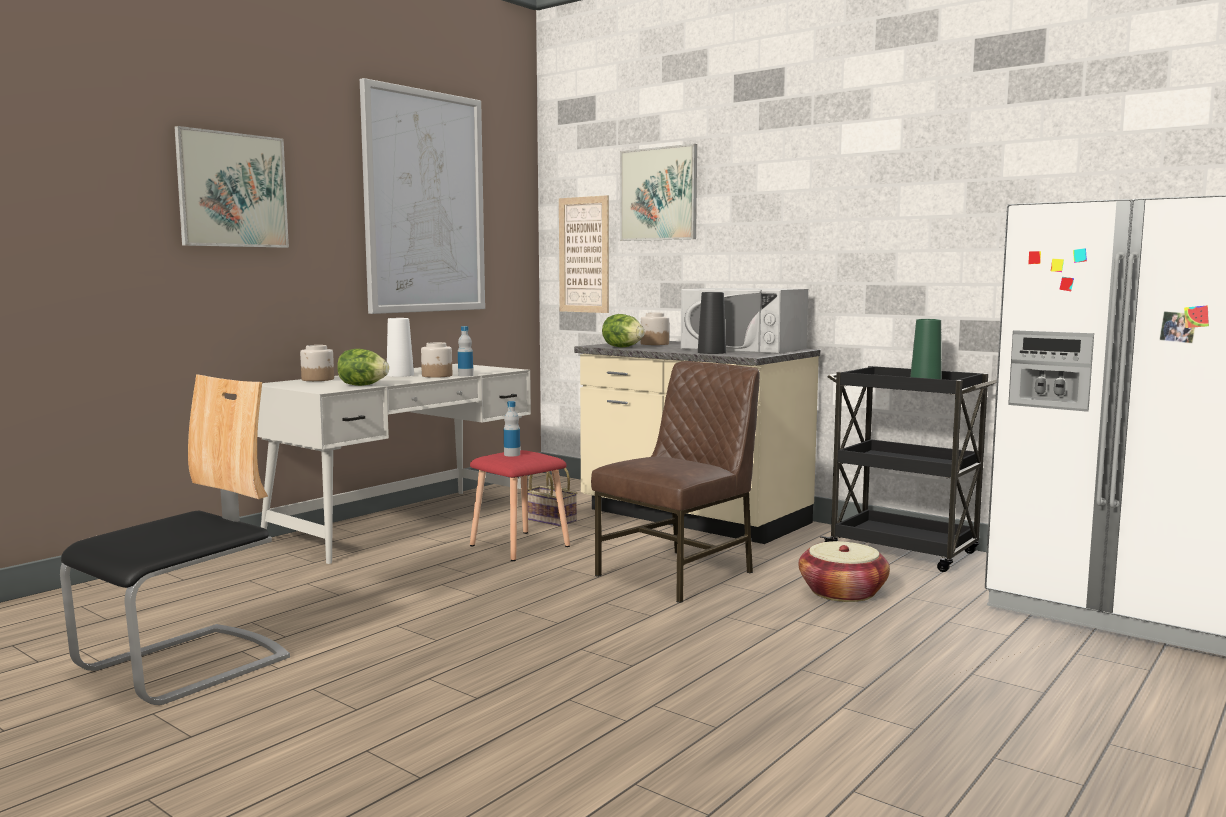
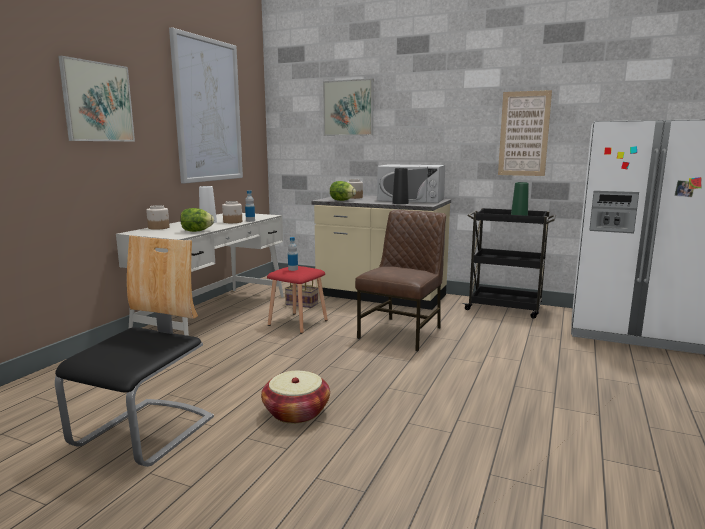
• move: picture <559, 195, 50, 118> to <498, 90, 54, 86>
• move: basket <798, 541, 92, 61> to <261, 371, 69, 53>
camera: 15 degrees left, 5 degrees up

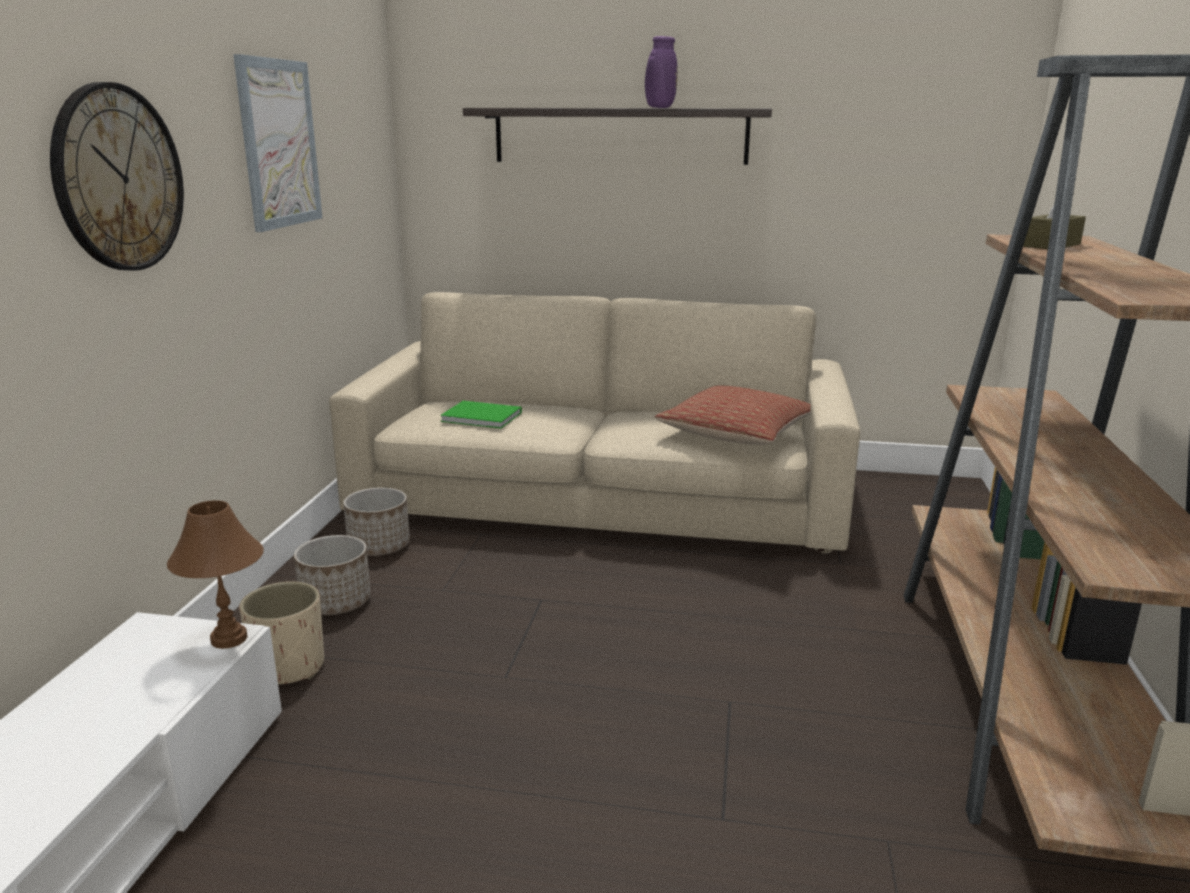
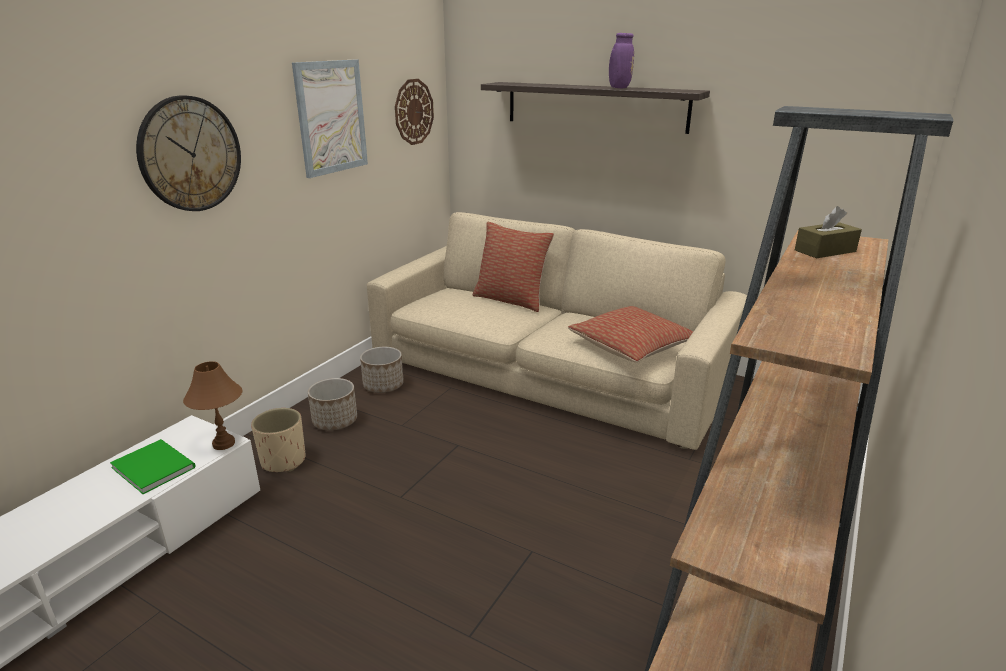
• move: book/green <440, 401, 82, 27> to <110, 439, 86, 55>
• insert: wall clock <395, 79, 39, 66>
• insert: pillow <473, 221, 81, 91>
camera: 20 degrees right, 5 degrees up

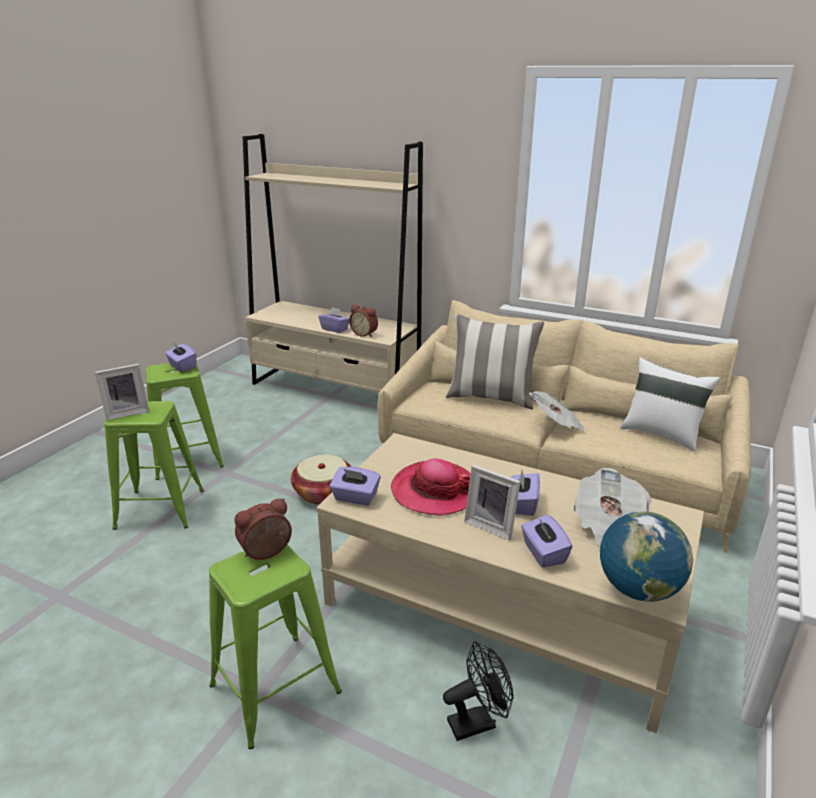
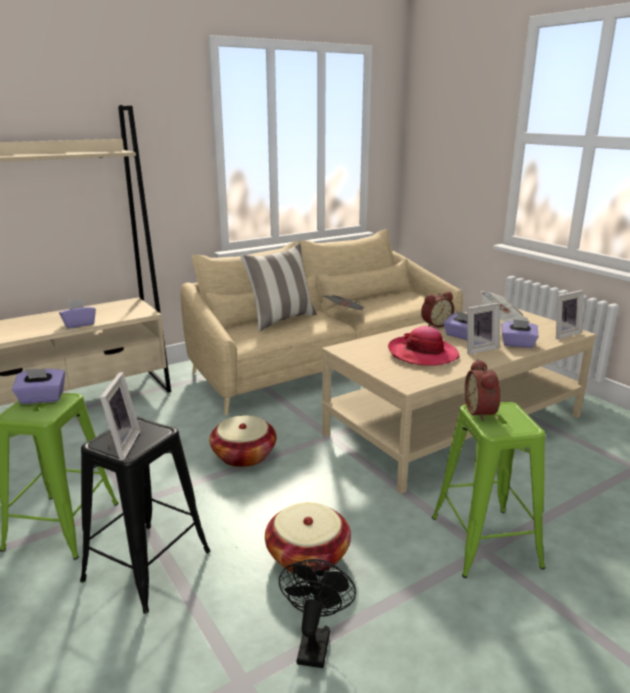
• recolor: stool/green <104, 401, 100, 129> to stool/black <80, 417, 130, 197>
• delete: tissue box/purple <330, 467, 51, 38>
• move: alarm clock <349, 305, 29, 32> to <421, 292, 33, 35>
• move: fan/black <443, 642, 71, 99> to <279, 559, 77, 109>
• replace: globe <600, 511, 93, 91> to picture frame <556, 290, 28, 49>
• delete: pillow/white <620, 358, 100, 94>
• insert: basket <265, 502, 86, 73>
camera: 60 degrees left, 5 degrees down

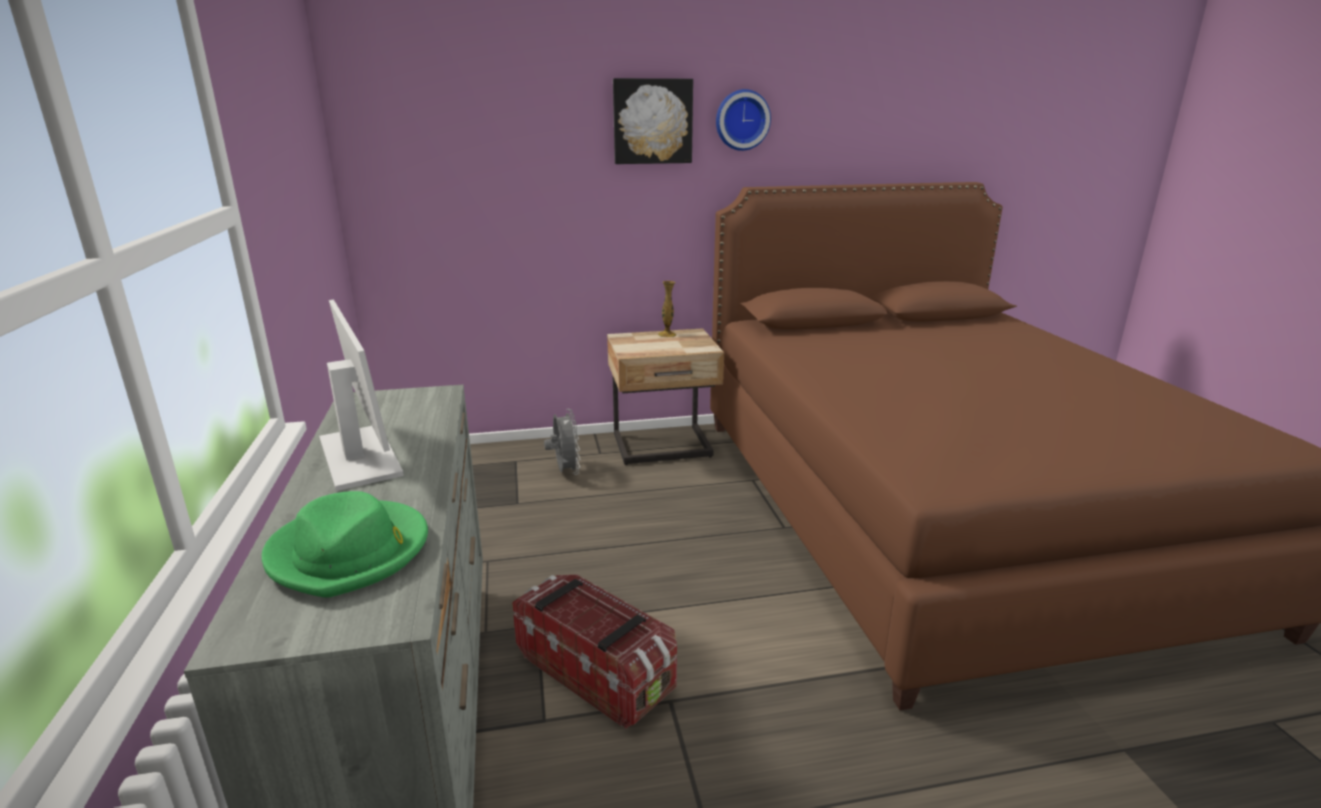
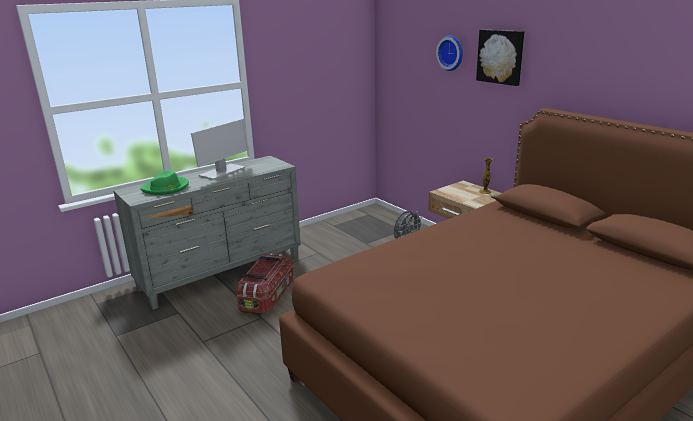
• move: wall clock <716, 89, 55, 62> to <436, 35, 27, 36>
camera: 65 degrees right, 0 degrees up

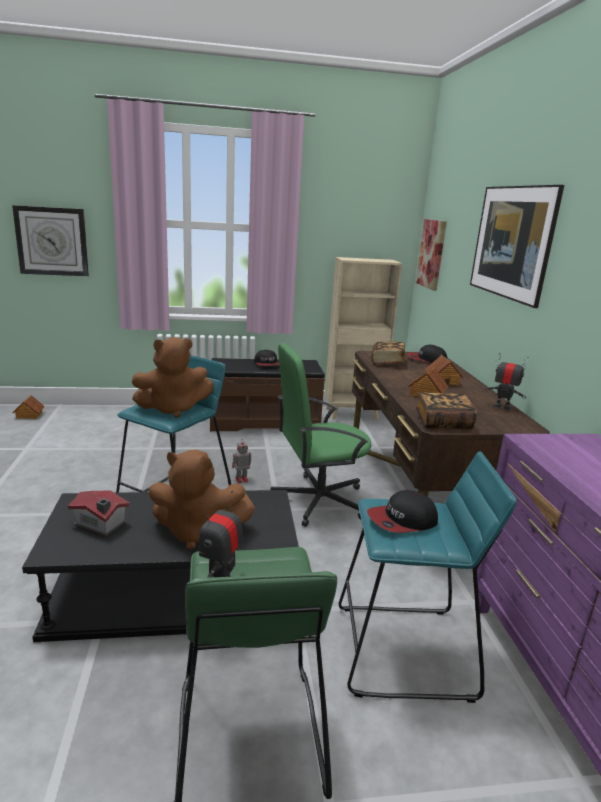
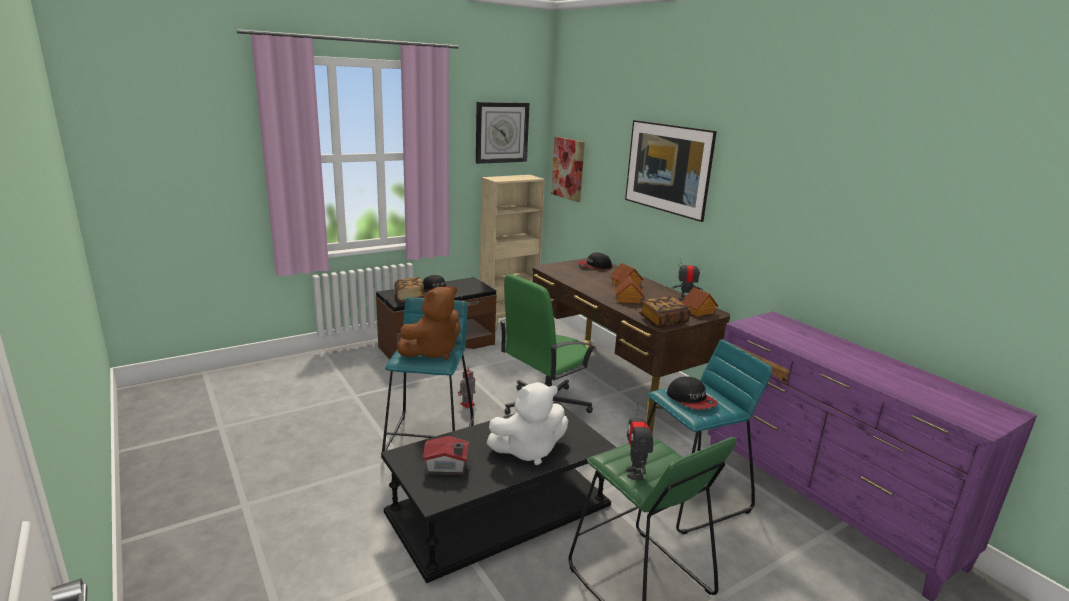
• move: wall clock <12, 205, 77, 71> to <476, 102, 53, 62>
• move: toy house <13, 395, 32, 24> to <681, 287, 37, 30>
• recolor: plush toy/brown <148, 450, 107, 100> to plush toy/white <487, 382, 81, 84>
• rotate: cap <367, 490, 71, 43> = <667, 376, 51, 33> 75 degrees counterclockwise
• move: book <371, 341, 34, 24> to <394, 277, 31, 25>
camera: 25 degrees left, 0 degrees up

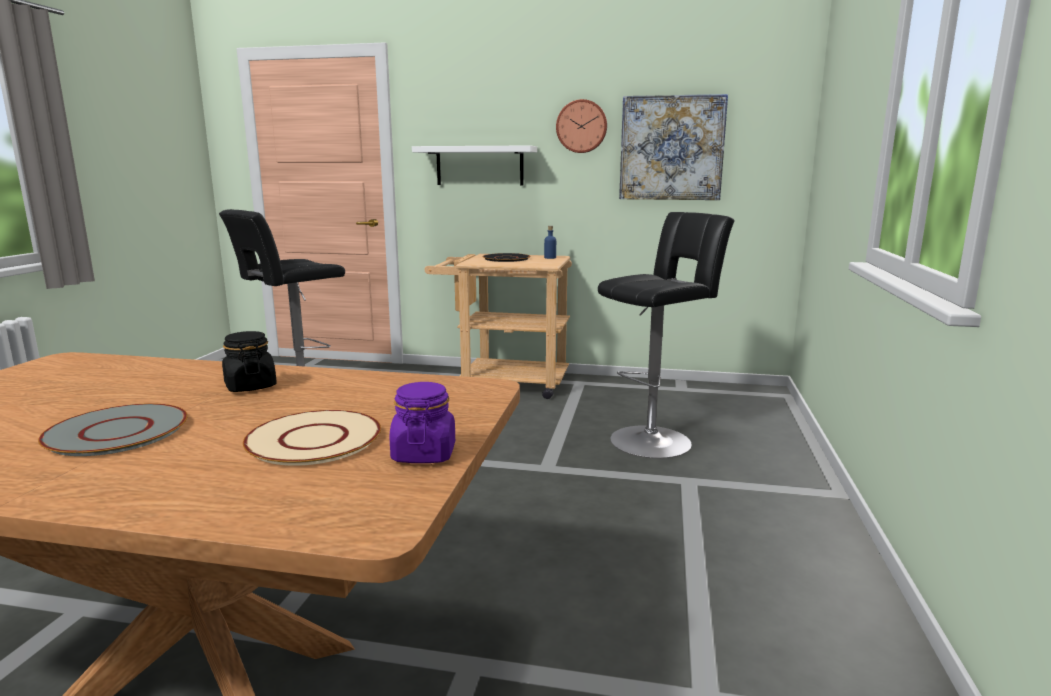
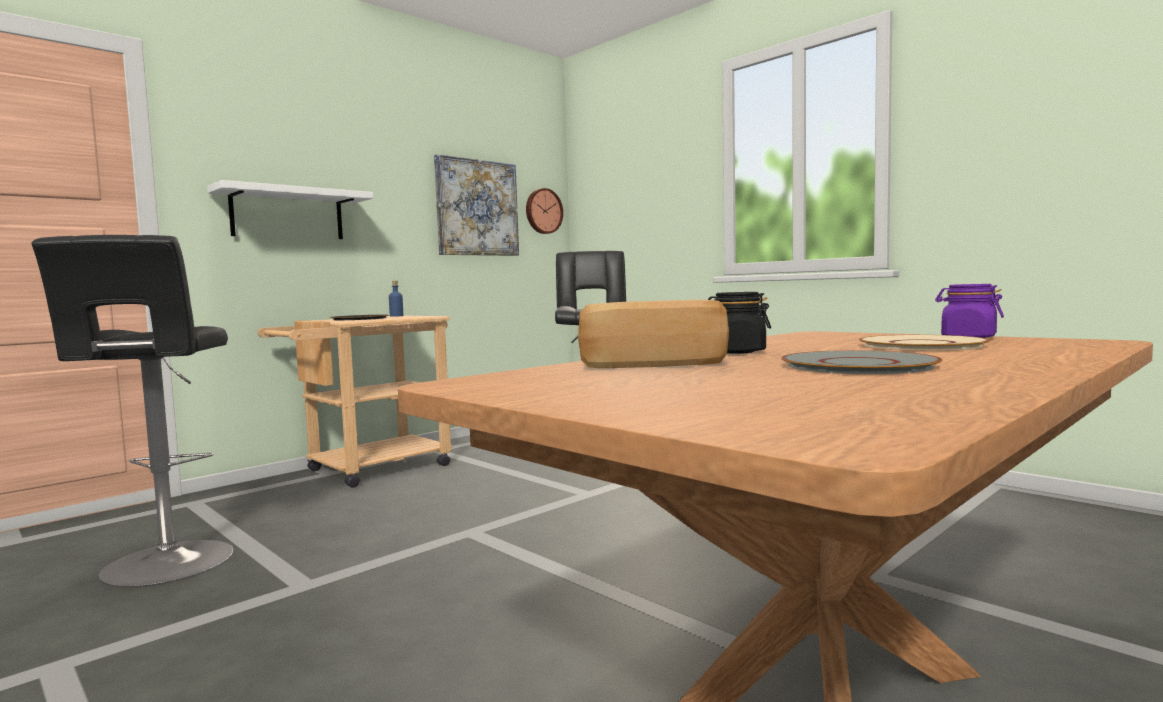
• move: wall clock <556, 99, 51, 54> to <526, 188, 37, 46>
• insert: bread <578, 300, 151, 68>
camera: 55 degrees left, 10 degrees down

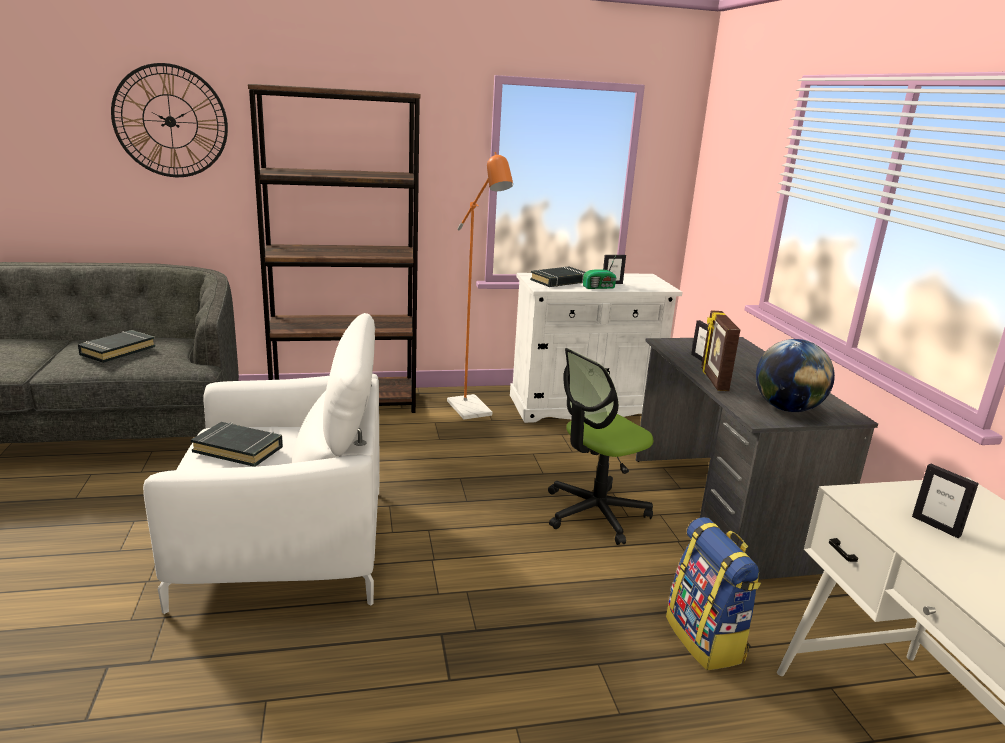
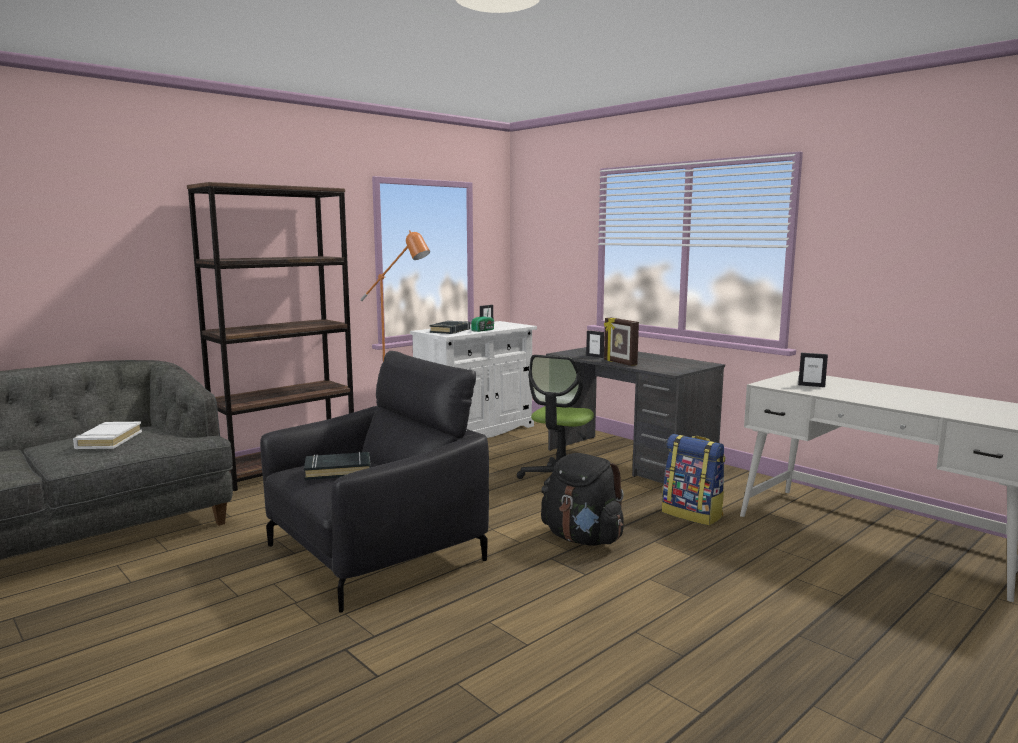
• recolor: book/black <78, 330, 78, 33> to book/white <73, 422, 69, 27>
• delete: wall clock <111, 63, 117, 114>
• recolor: armchair/white <143, 313, 237, 301> to armchair/black <260, 351, 229, 262>
• delete: globe <756, 339, 79, 73>
• insert: backpack/black <541, 453, 83, 92>
camera: 30 degrees left, 10 degrees down

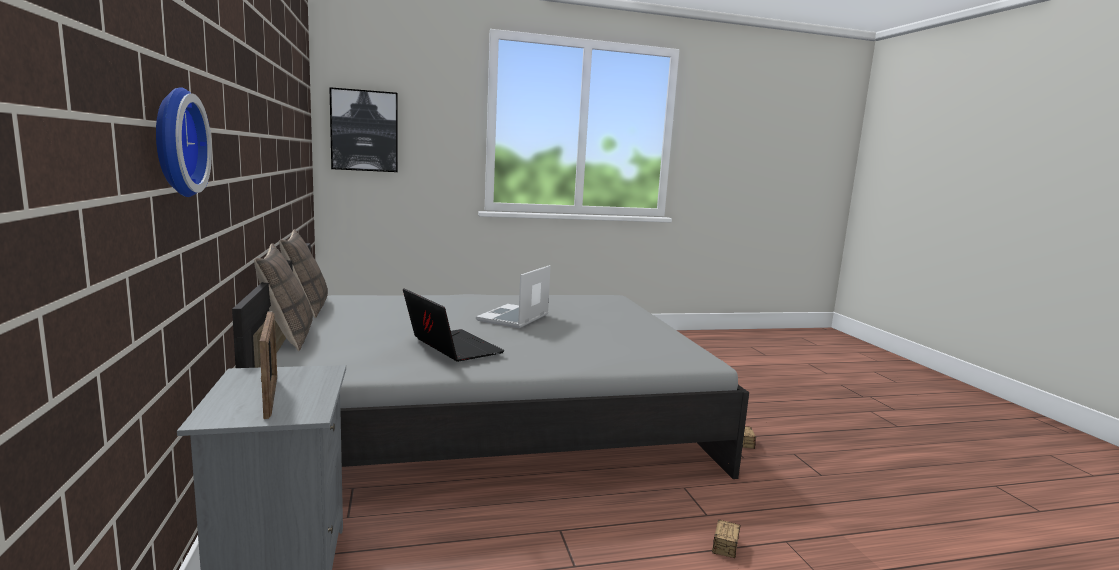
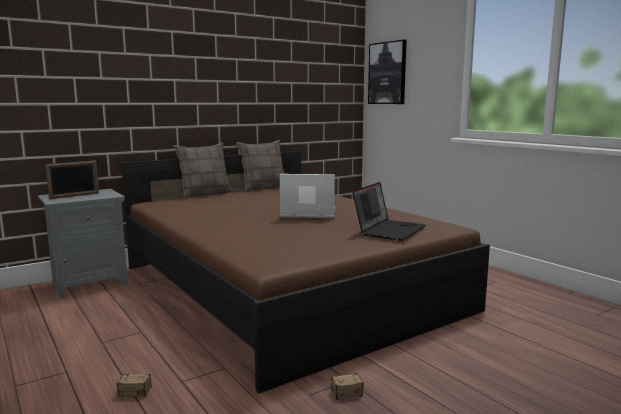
• delete: wall clock <156, 87, 56, 110>
• recolor: bed/grey <232, 243, 517, 236> to bed/brown <121, 151, 369, 242>
• move: laptop <403, 288, 102, 74> to <352, 182, 74, 59>
camera: 70 degrees right, 0 degrees up

